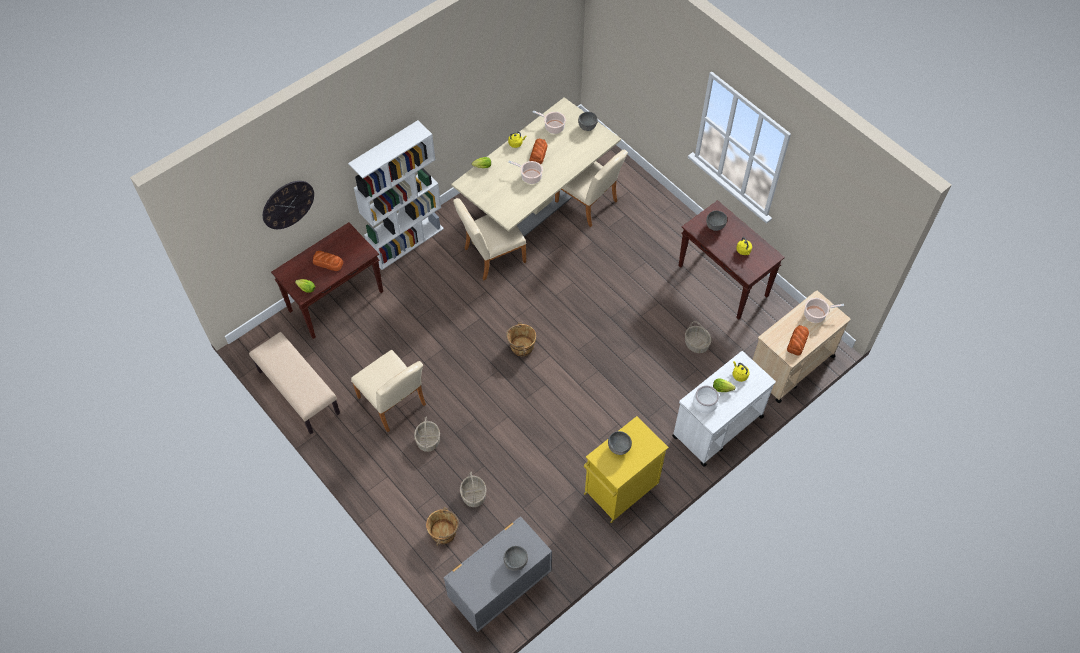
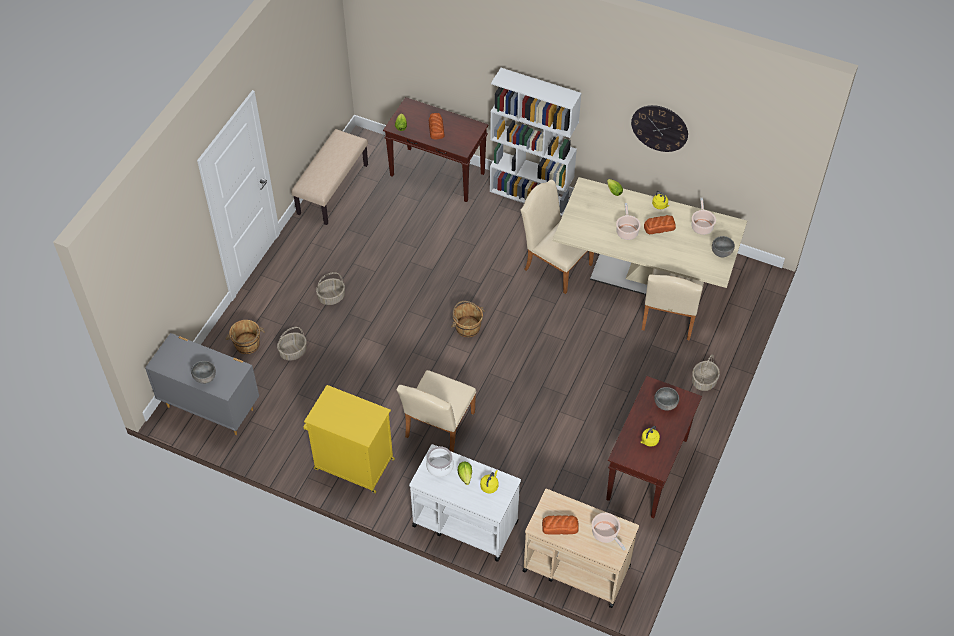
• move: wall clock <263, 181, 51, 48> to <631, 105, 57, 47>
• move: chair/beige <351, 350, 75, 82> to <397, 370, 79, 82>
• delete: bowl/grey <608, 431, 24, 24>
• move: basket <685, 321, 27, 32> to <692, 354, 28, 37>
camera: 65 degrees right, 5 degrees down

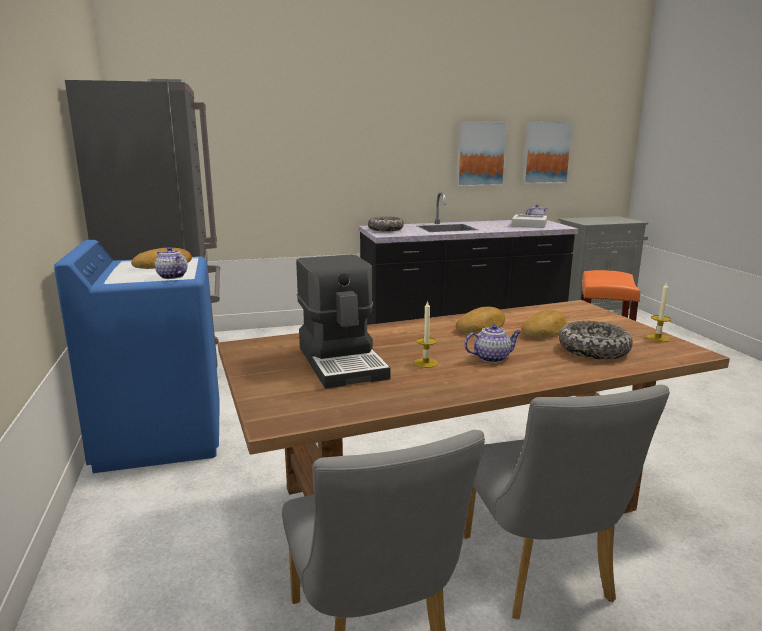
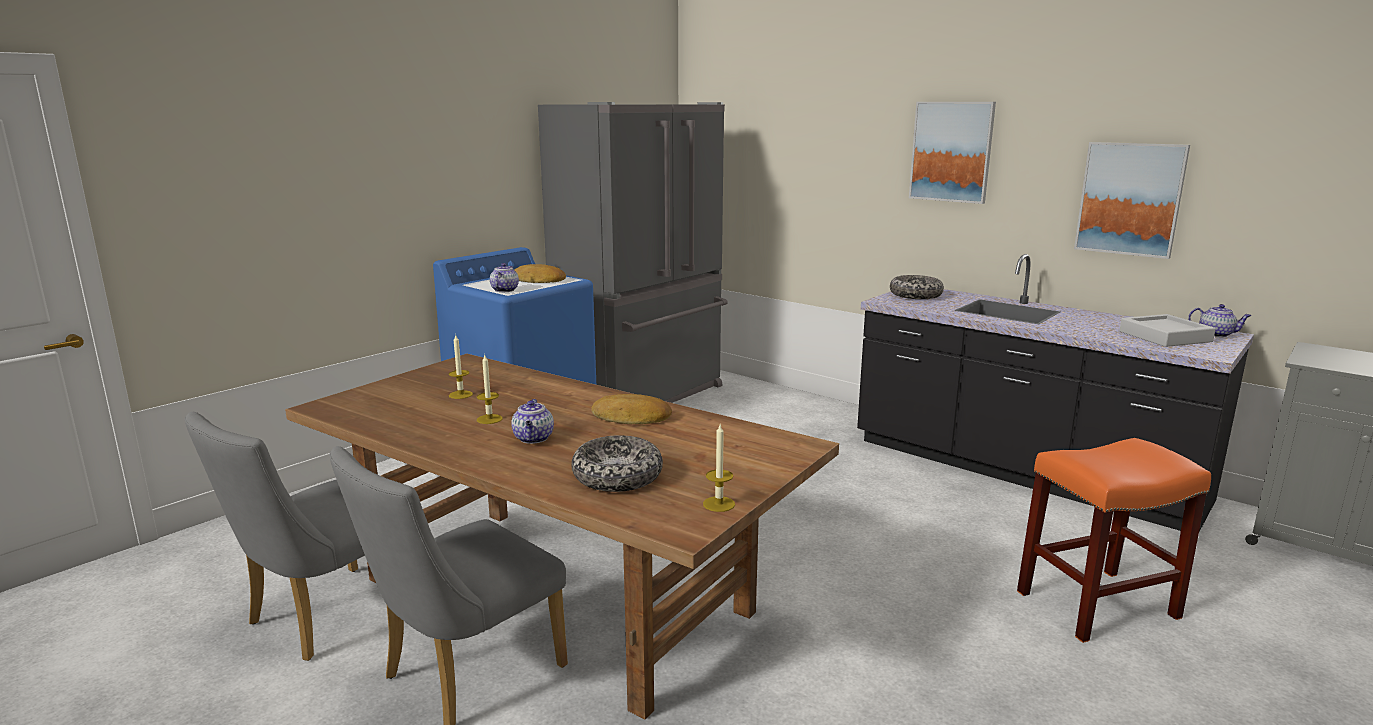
• replace: coffee machine <296, 254, 95, 135> to candle <449, 335, 24, 64>
• rotate: teapot <464, 324, 57, 39> = <511, 399, 43, 45> 45 degrees clockwise
• delete: bread <521, 310, 46, 28>
• move: picture <522, 121, 52, 63> to <909, 102, 87, 102>
camera: 55 degrees right, 0 degrees up

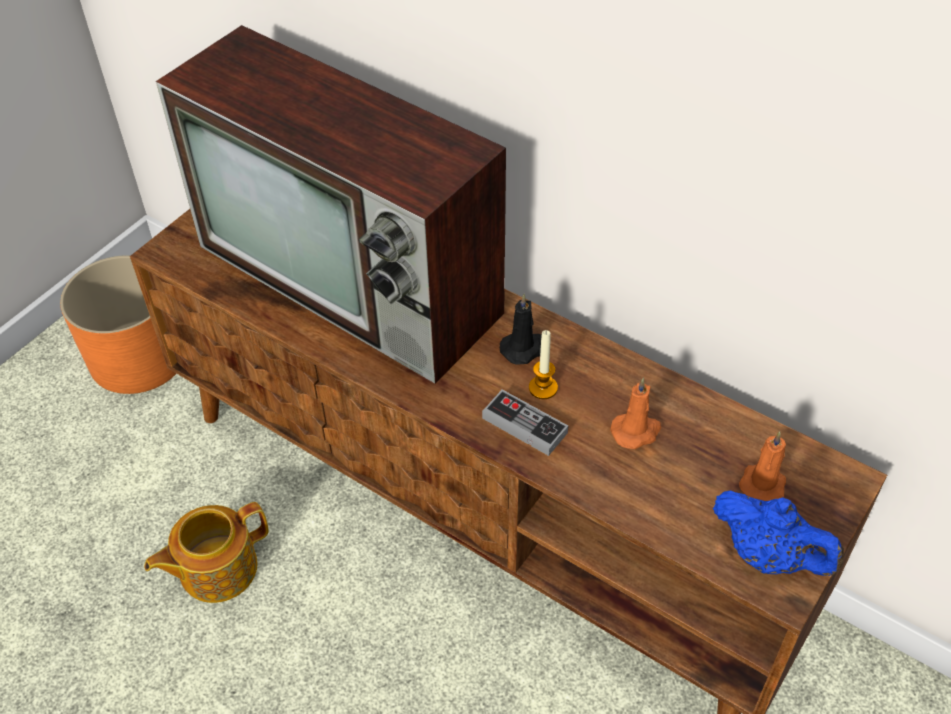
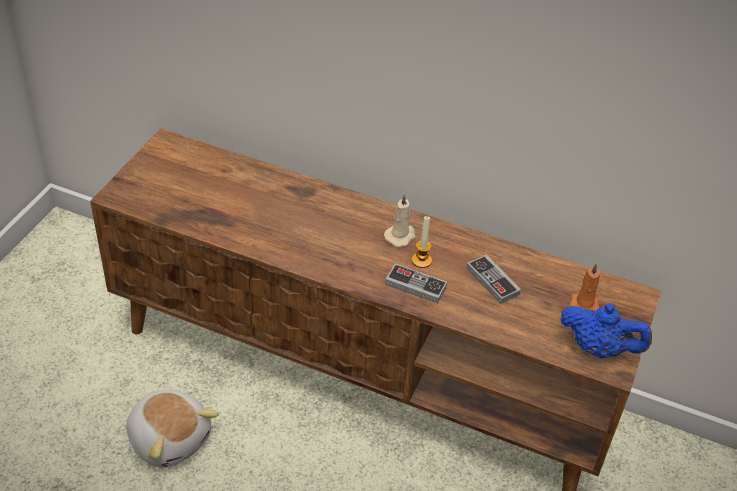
• delete: planter/orange <60, 255, 116, 139>
• replace: teapot <144, 502, 125, 101> to plush toy <126, 390, 93, 77>
• delete: television <156, 25, 350, 359>
• recolor: candle/black <500, 294, 42, 70> to candle/beige <384, 194, 32, 53>
• replace: candle/orange <610, 377, 51, 72> to game controller <466, 254, 55, 50>
camera: 15 degrees left, 5 degrees down

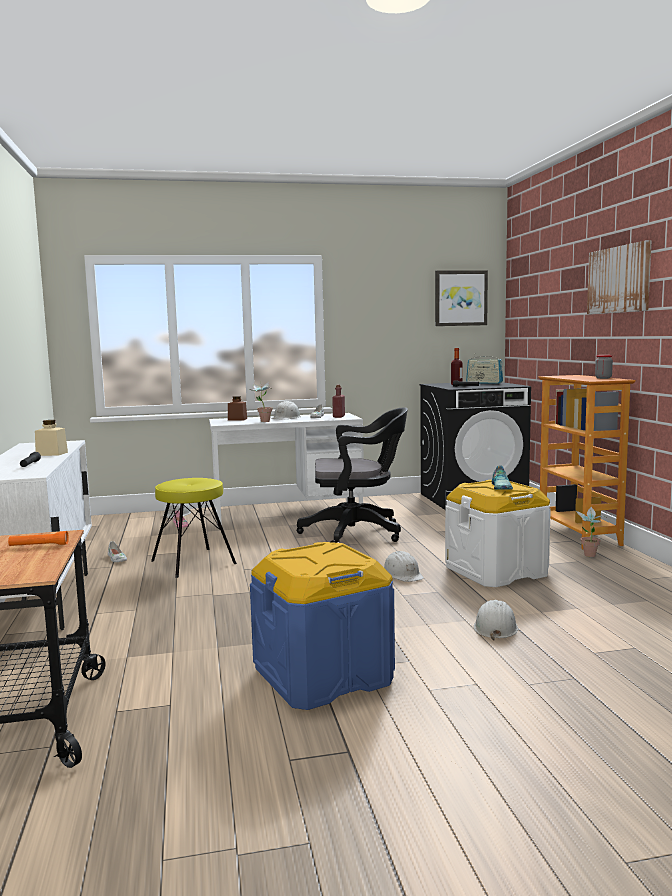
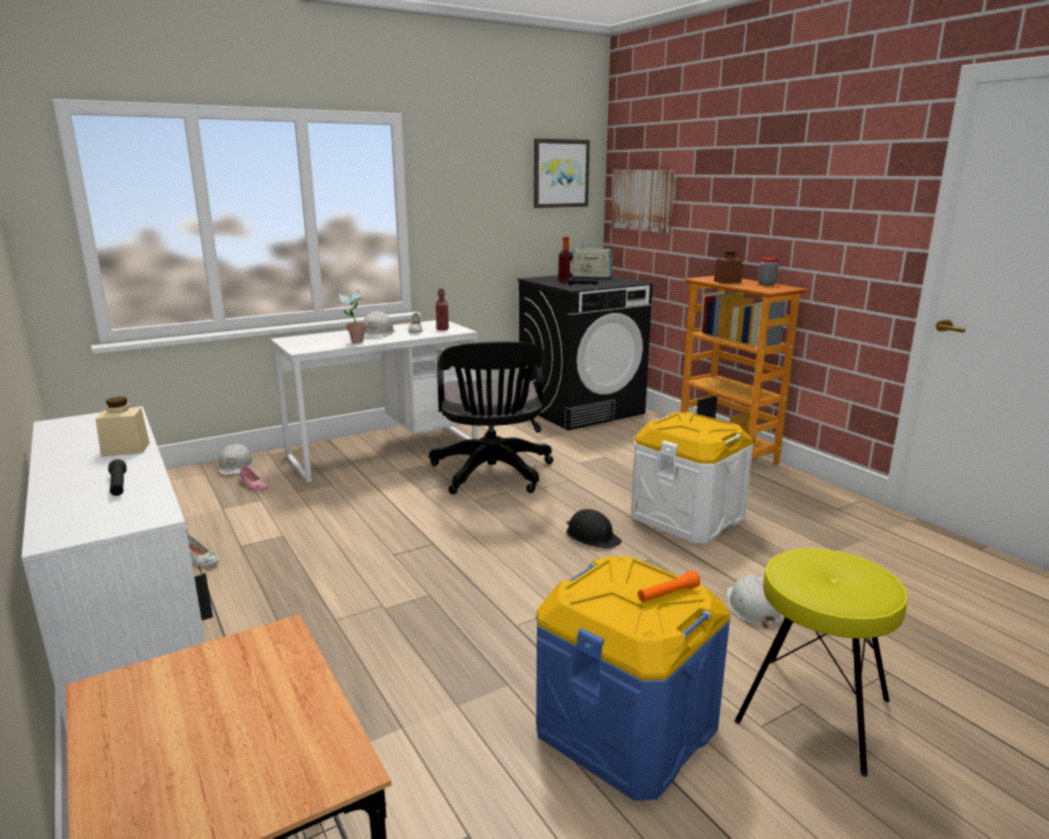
• move: flashlight/orange <8, 531, 61, 15> to <638, 571, 62, 31>
• move: stool/yellow <151, 478, 86, 100> to <735, 548, 173, 229>
• move: jar/brown <228, 396, 19, 25> to <714, 250, 29, 34>
• rotate: office chair/black <297, 408, 111, 135> = <429, 341, 125, 153> 105 degrees clockwise
• recolor: hard hat/white <384, 551, 40, 31> to hard hat/black <566, 509, 56, 40>
• delete: shoe <492, 465, 21, 25>
• delete: potted plant <576, 507, 29, 50>
• move: picture <587, 240, 65, 74> to <611, 170, 64, 63>
camera: 20 degrees left, 10 degrees up

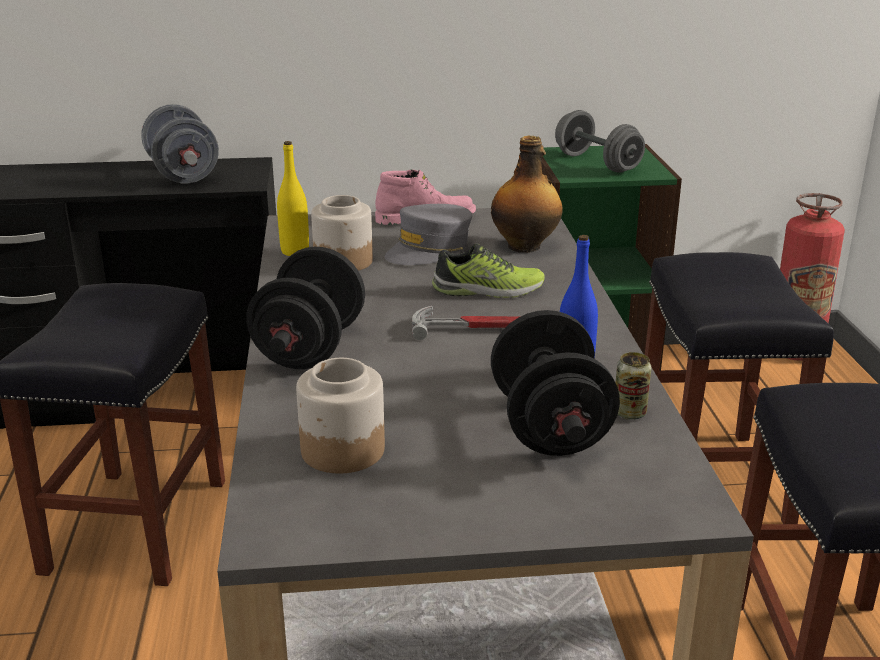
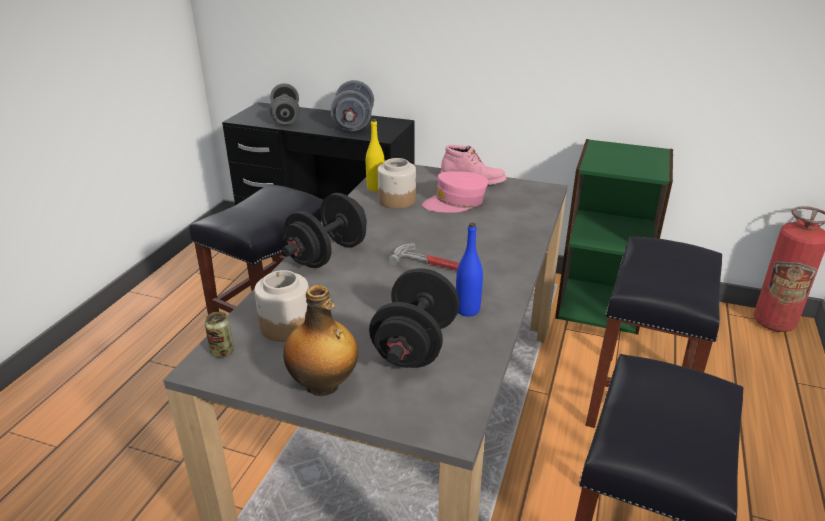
• recolor: cap/grey <385, 204, 87, 61> to cap/pink <422, 171, 66, 42>
• delete: shoe <432, 244, 113, 54>
• move: bottle <491, 136, 72, 117> to <283, 285, 75, 111>
• move: dumbbell/grey <555, 110, 90, 63> to <270, 83, 30, 42>
• move: can <616, 352, 36, 68> to <205, 312, 29, 45>
camera: 25 degrees right, 5 degrees up

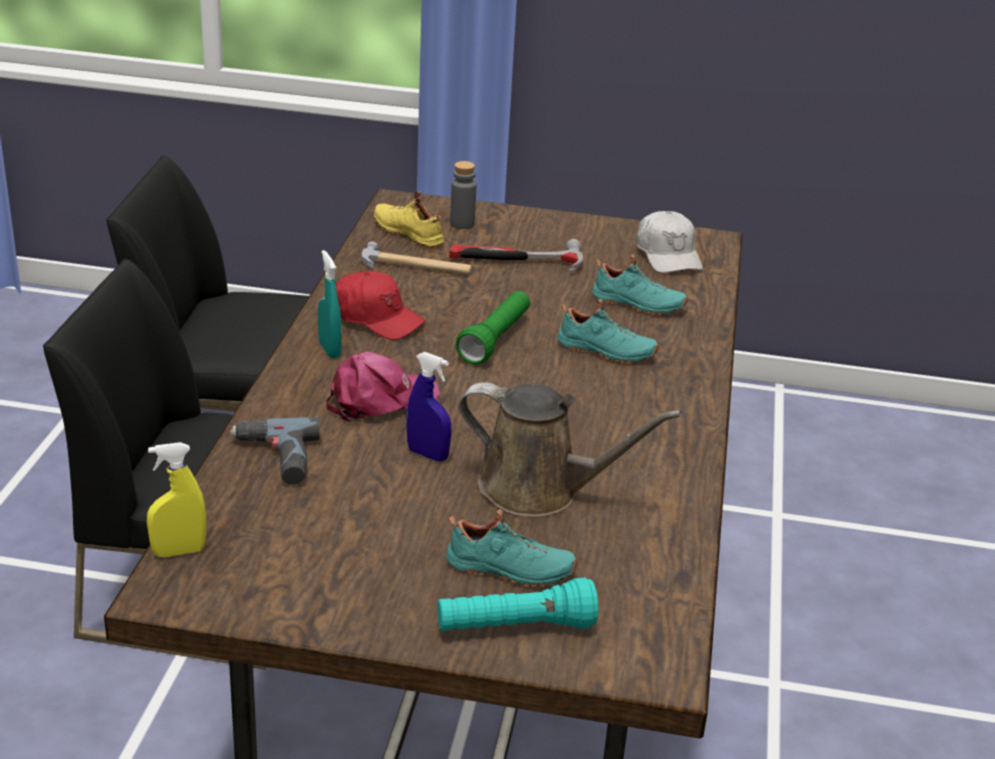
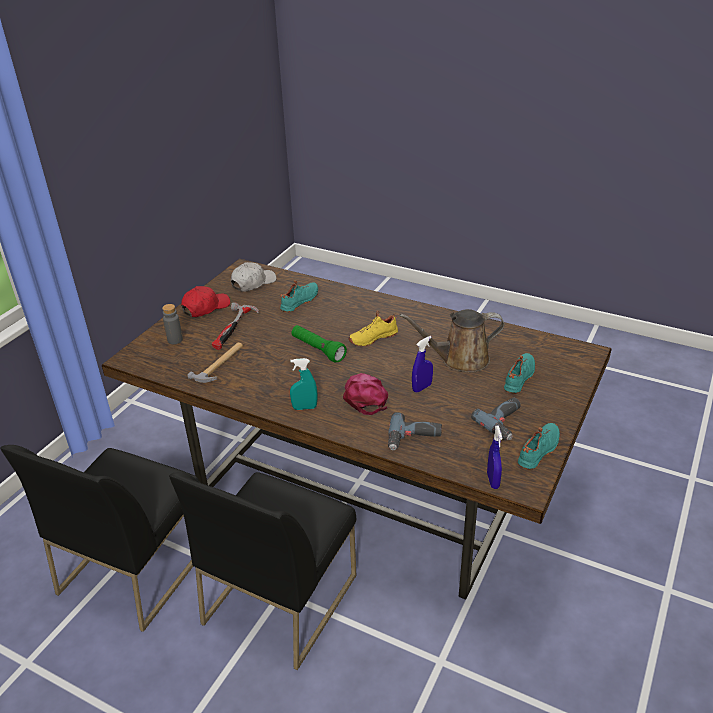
• recolor: spray bottle/yellow <147, 442, 59, 115> to spray bottle/blue <487, 426, 15, 63>
• move: cap/red <336, 271, 90, 69> to <181, 286, 49, 31>
• move: shoe/yellow <374, 191, 70, 57> to <348, 311, 50, 36>
• delete: flashlight/turquoise <437, 578, 162, 53>
• rotate: watering can/brown <458, 382, 224, 136> = <400, 309, 105, 64> 135 degrees counterclockwise
• move: shoe/turquoise <558, 299, 101, 64> to <518, 423, 42, 46>
• rotate: cap/white <637, 211, 66, 62> = <231, 262, 45, 30> 45 degrees counterclockwise
• insert: power drill <471, 398, 50, 42>
camera: 70 degrees left, 5 degrees up

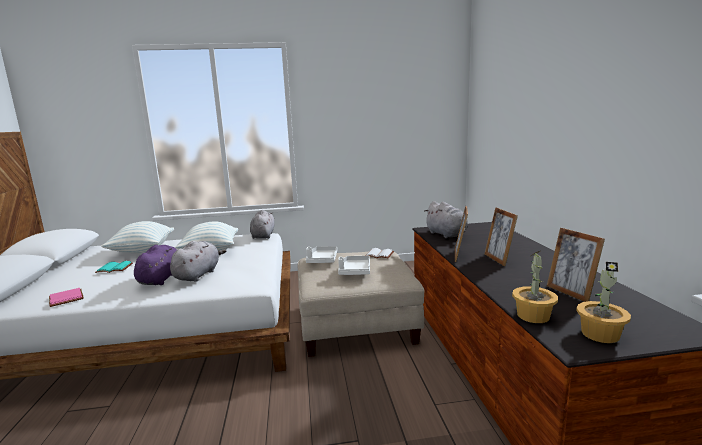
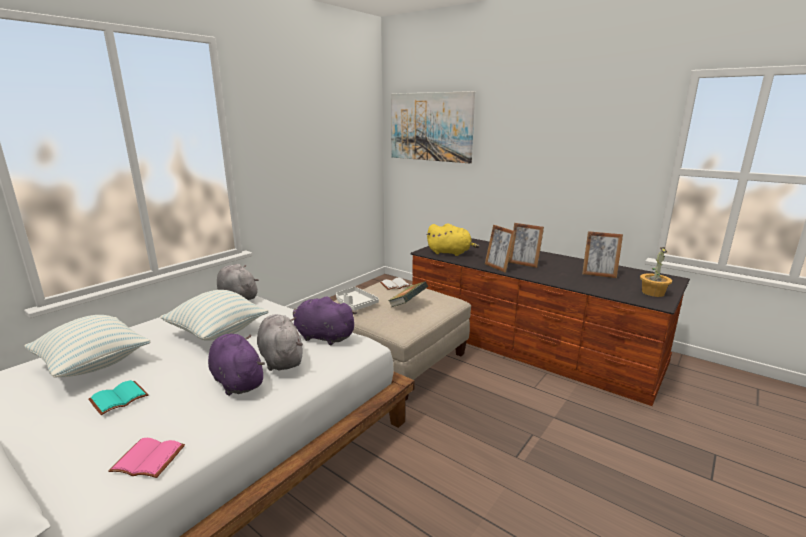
• replace: tray/white <338, 256, 32, 19> to book <388, 282, 40, 25>
• recolor: plush toy/grey <425, 201, 43, 37> to plush toy/yellow <426, 223, 53, 33>
• delete: potted plant <512, 251, 46, 72>
• insert: plush toy/purple <293, 297, 64, 48>
• insert: picture <391, 91, 84, 72>
camera: 45 degrees left, 5 degrees up

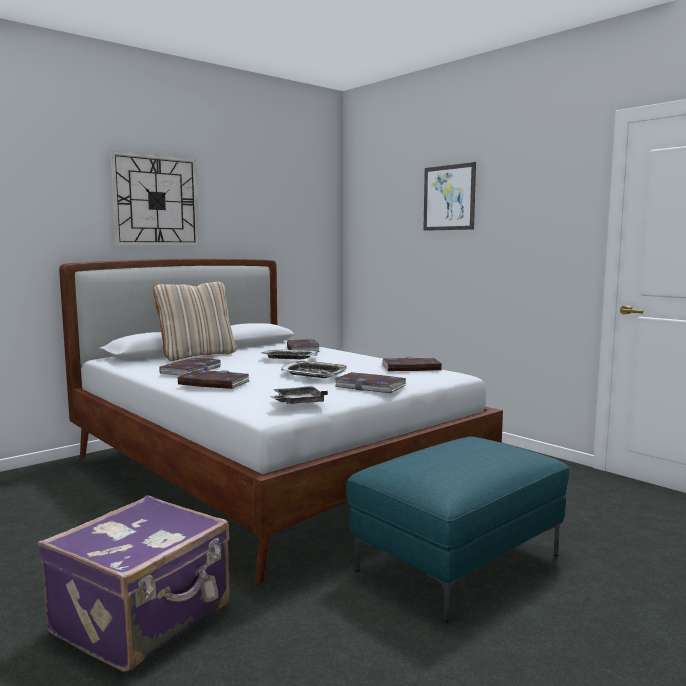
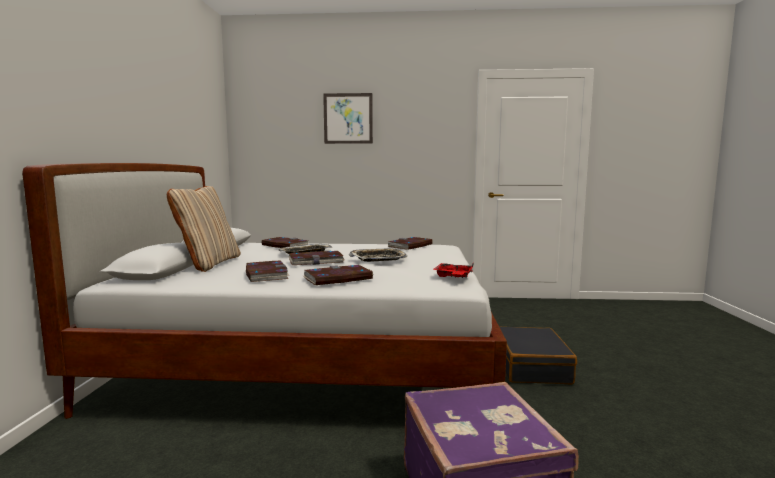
• delete: wall clock <110, 151, 89, 95>
• recolor: tray/grey <270, 386, 58, 18> to tray/red <433, 263, 41, 15>
• move: book <334, 372, 72, 21> to <288, 251, 56, 14>
• replace: ottoman/turquoise <346, 437, 223, 185> to suitcase/black <500, 327, 77, 57>
camera: 45 degrees left, 0 degrees up

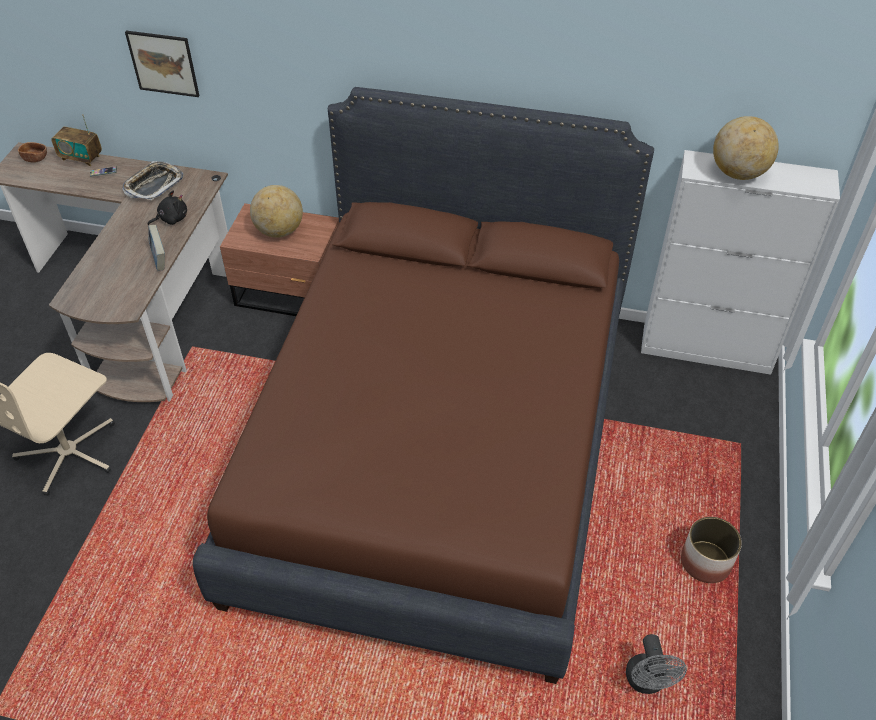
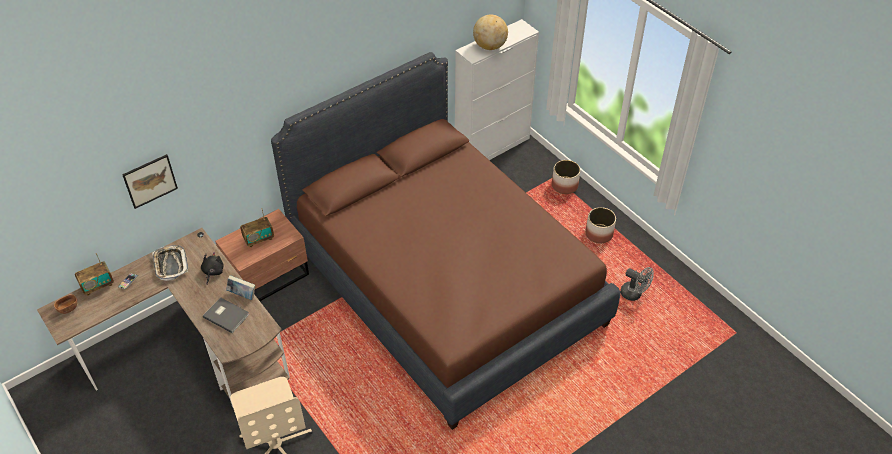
• replace: globe <250, 185, 53, 53> to radio <240, 210, 34, 37>
• insert: book/grey <203, 297, 46, 36>
• insert: planter <552, 160, 28, 34>
camera: 50 degrees left, 0 degrees up

